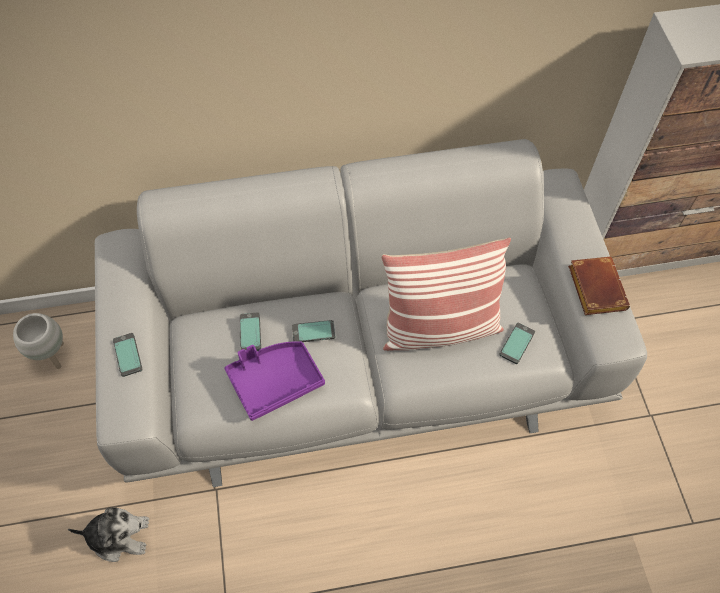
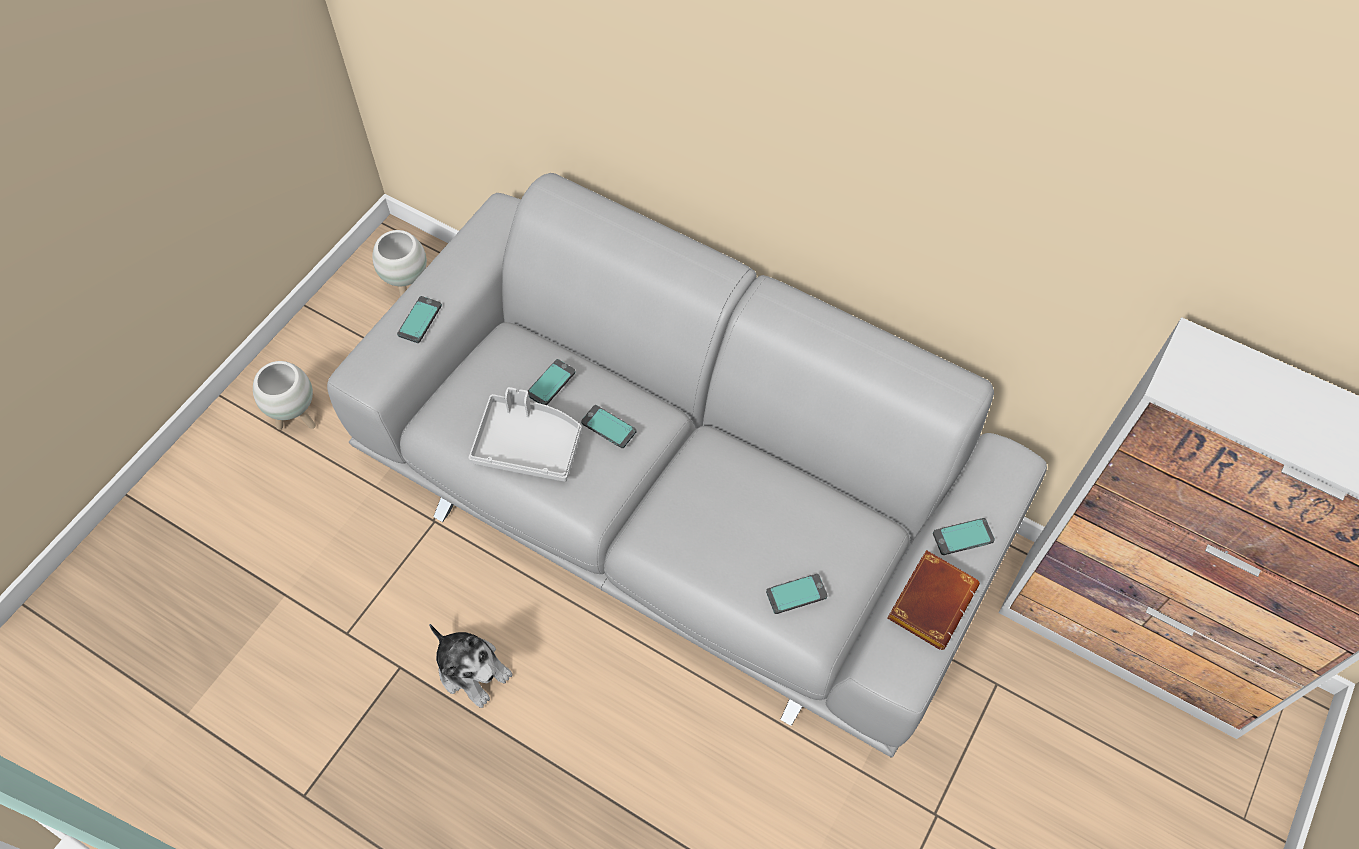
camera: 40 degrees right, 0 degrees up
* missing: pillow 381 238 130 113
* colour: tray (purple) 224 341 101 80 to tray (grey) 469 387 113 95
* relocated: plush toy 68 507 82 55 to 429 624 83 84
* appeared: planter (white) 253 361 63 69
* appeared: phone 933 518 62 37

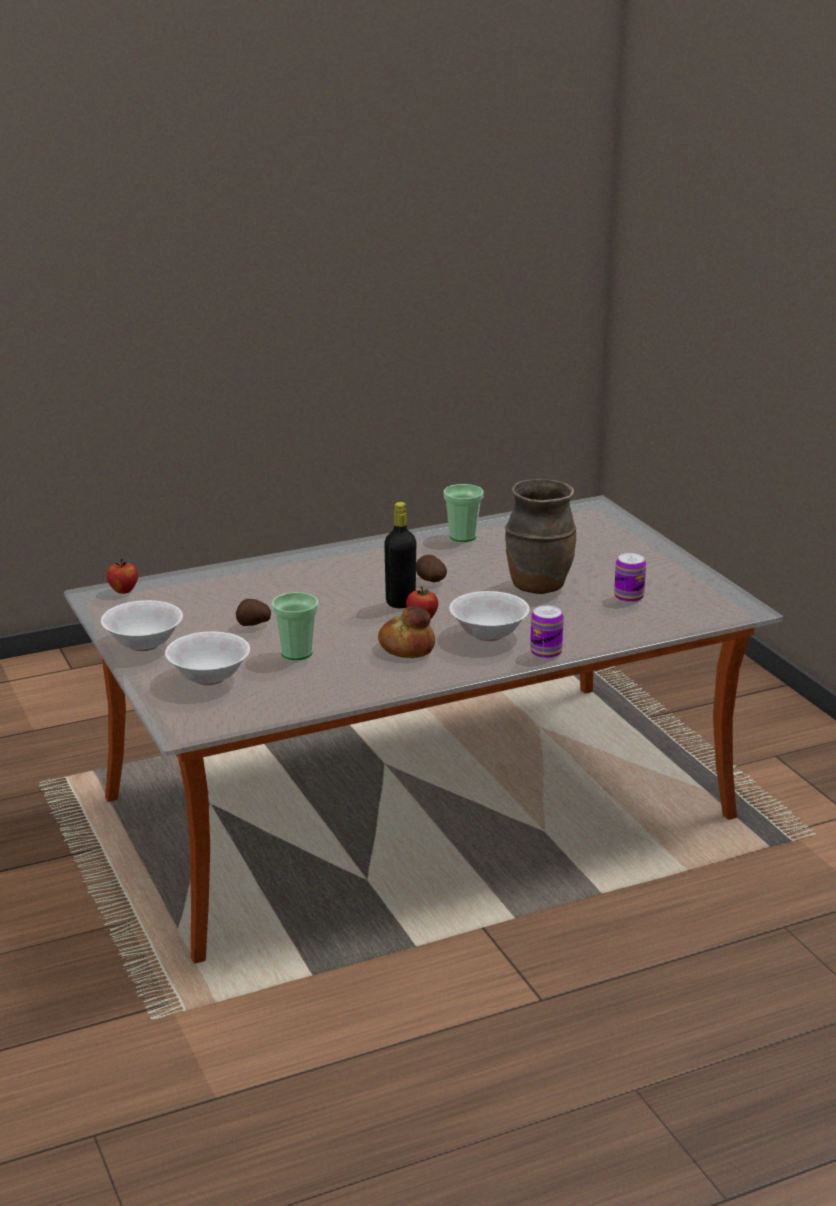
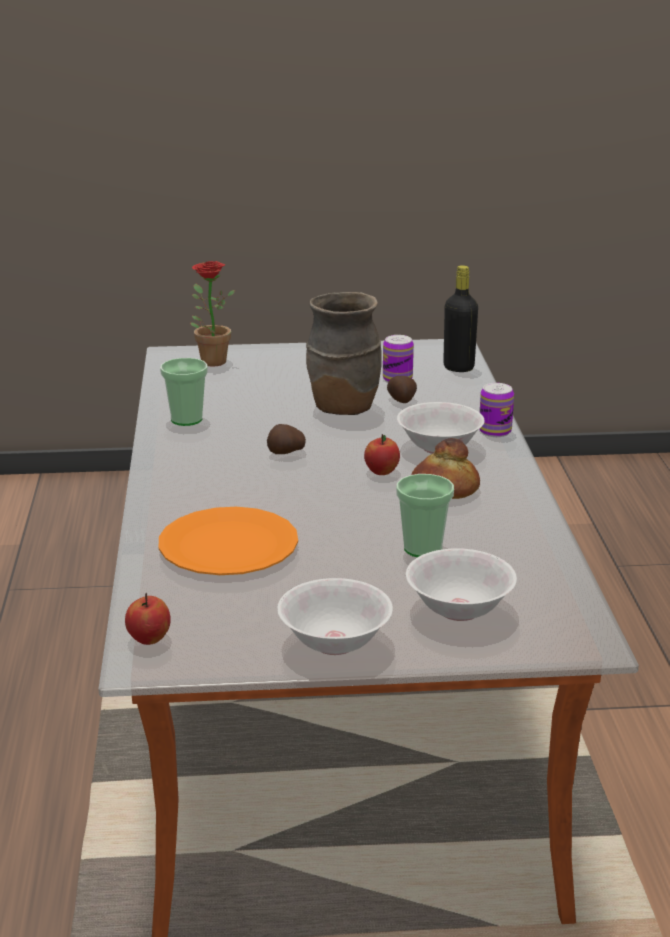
camera: 70 degrees left, 0 degrees up
* relocated: bottle (black) 384 502 32 106 to 443 265 35 107
* relocated: potato 236 599 35 27 to 387 376 30 27
* appeared: potted plant 190 261 45 105
* appeared: plate (orange) 159 507 139 68

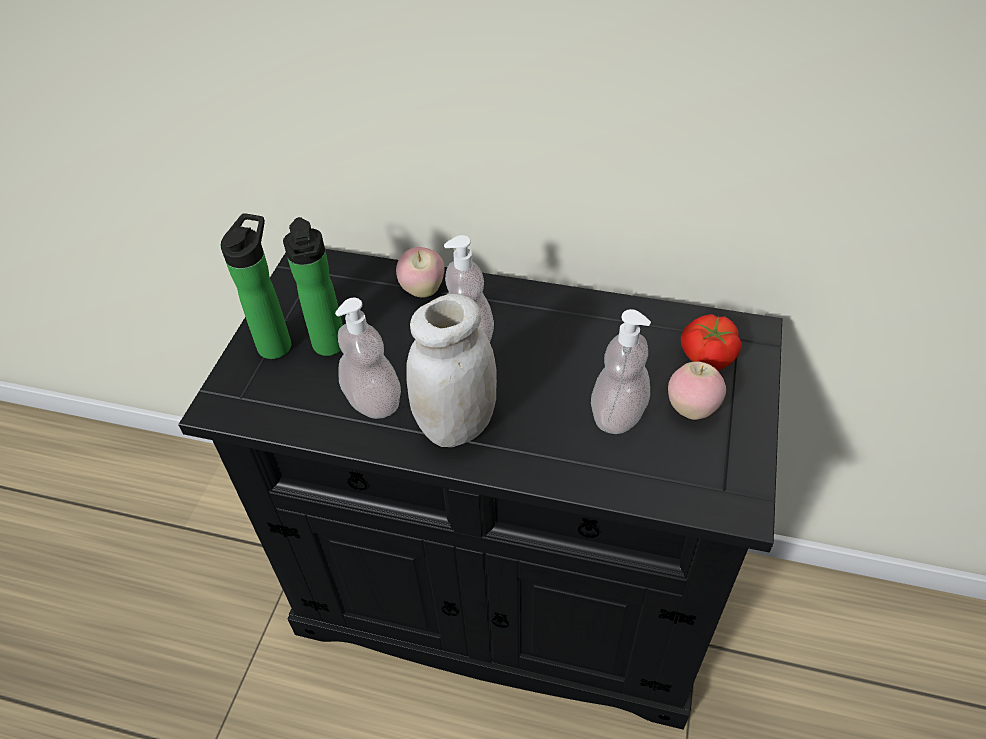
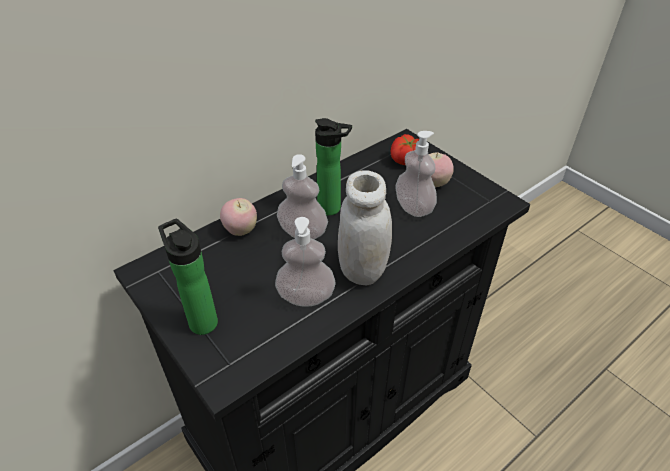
camera: 55 degrees left, 5 degrees down
* relocated: bottle 283 217 60 139 to 315 118 37 98

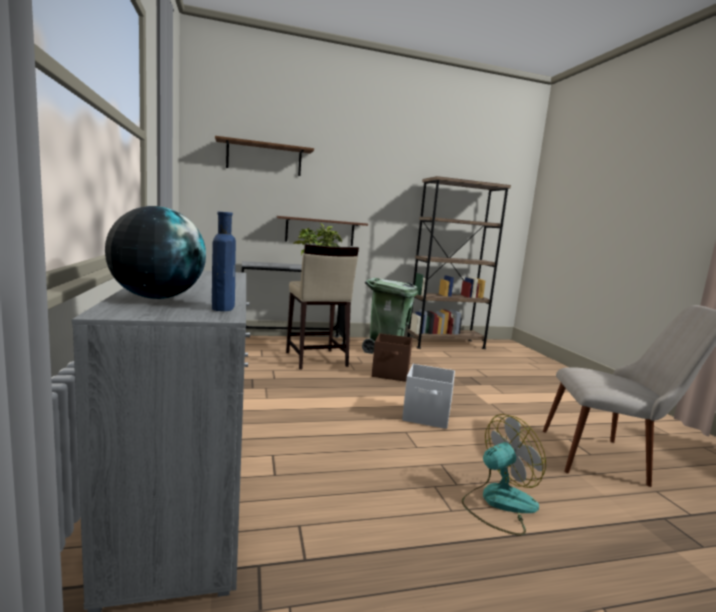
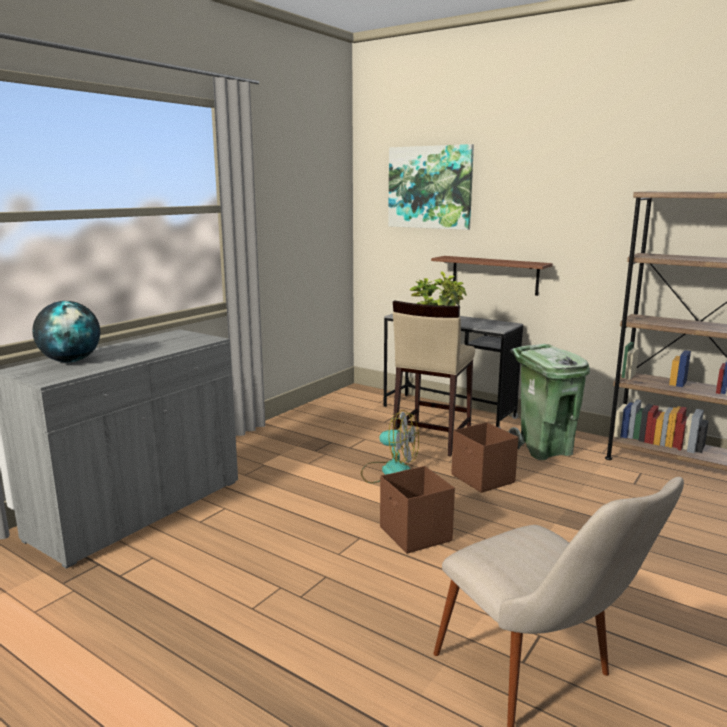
camera: 50 degrees right, 5 degrees up
* exchanged: shelf (brown) 215 136 99 40 to picture 388 144 86 86
* missing: bottle (blue) 212 212 24 99
* colour: storage box (white) 402 364 53 65 to storage box (brown) 380 466 75 88
* relocated: fan 462 414 84 122 to 361 410 58 73

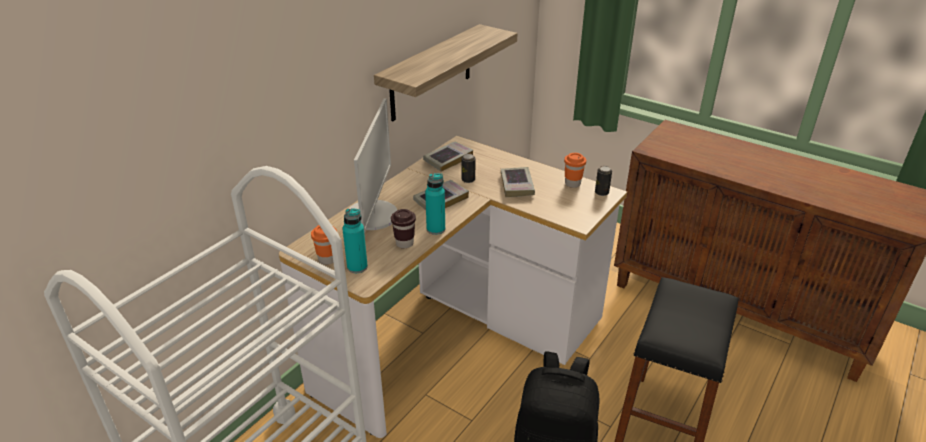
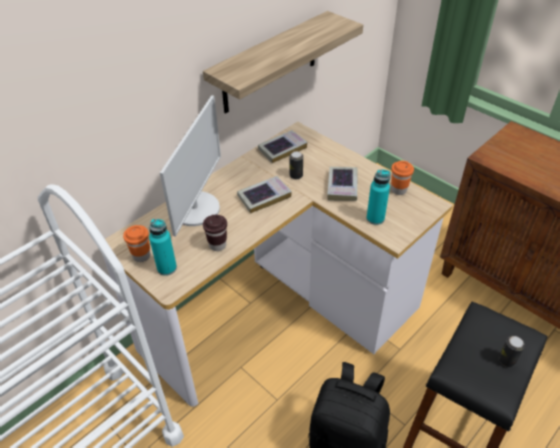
camera: 10 degrees right, 10 degrees up
* relocated: can 595 166 17 30 to 499 336 26 31
* relocated: bottle (turquoise) 425 173 20 62 to 367 169 24 56

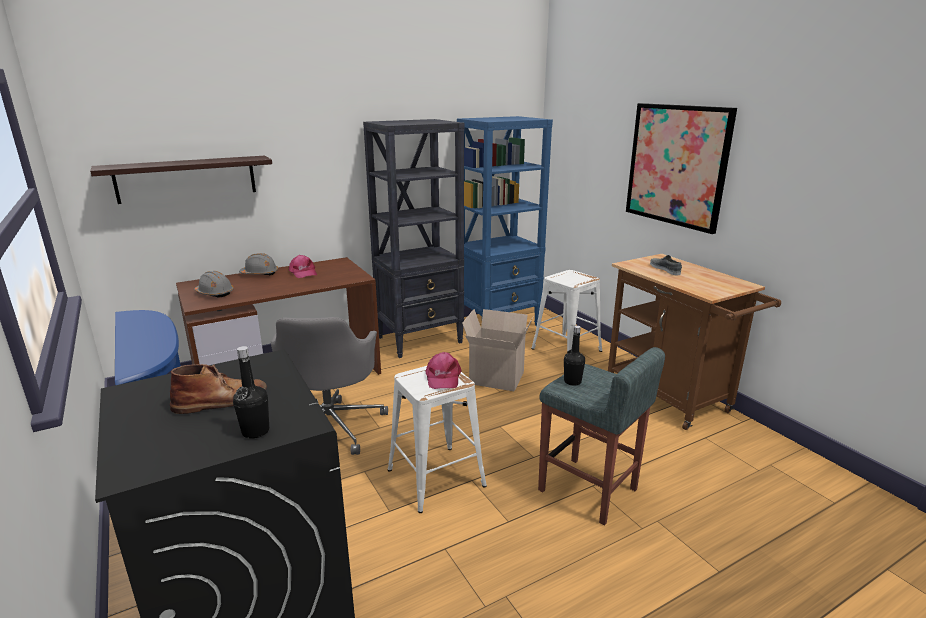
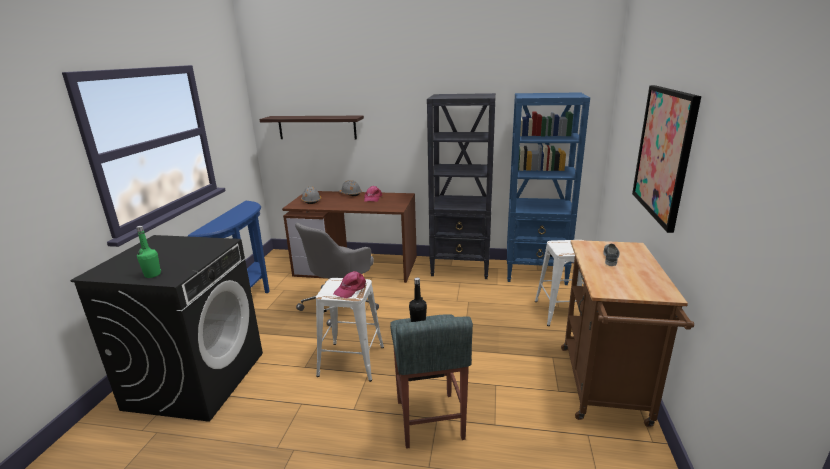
camera: 40 degrees right, 0 degrees up
* missing: cardboard box 462 309 71 82
* colour: bottle (black) 233 346 36 93 to bottle (green) 136 226 25 52
* missing: boot (brown) 170 364 97 50

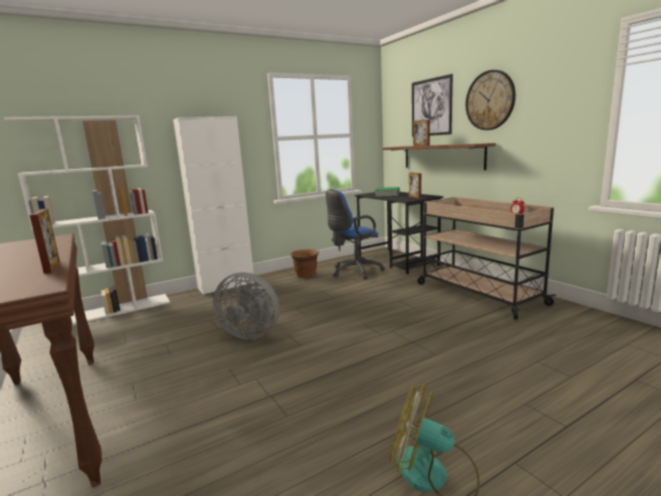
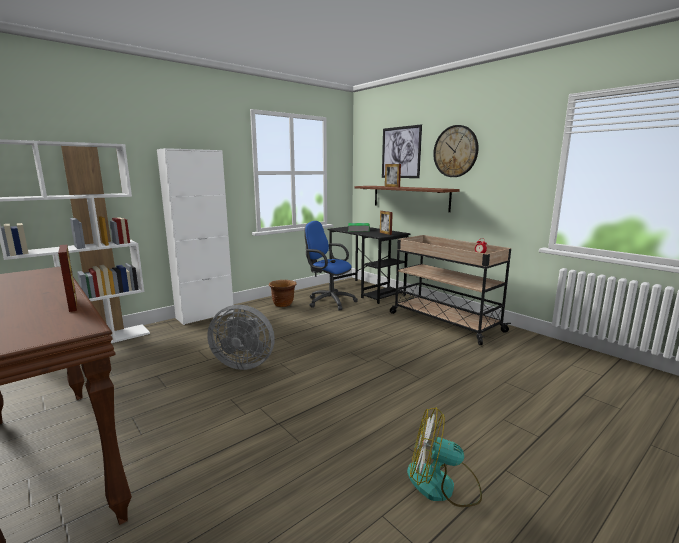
camera: 10 degrees left, 0 degrees up
* spun: office chair (blue) 326 189 59 90 = 304 221 54 89 75 degrees clockwise

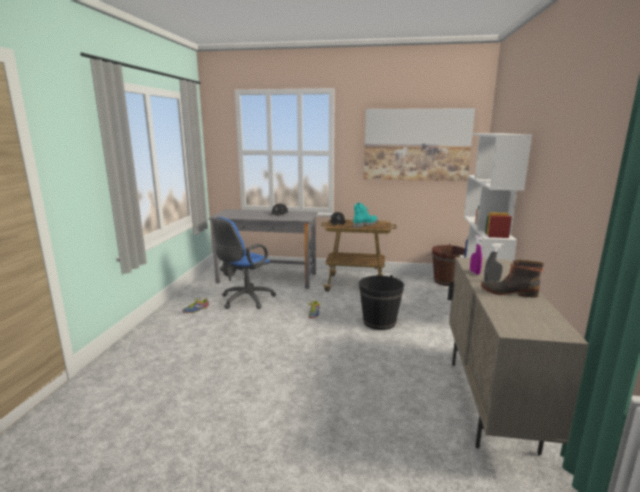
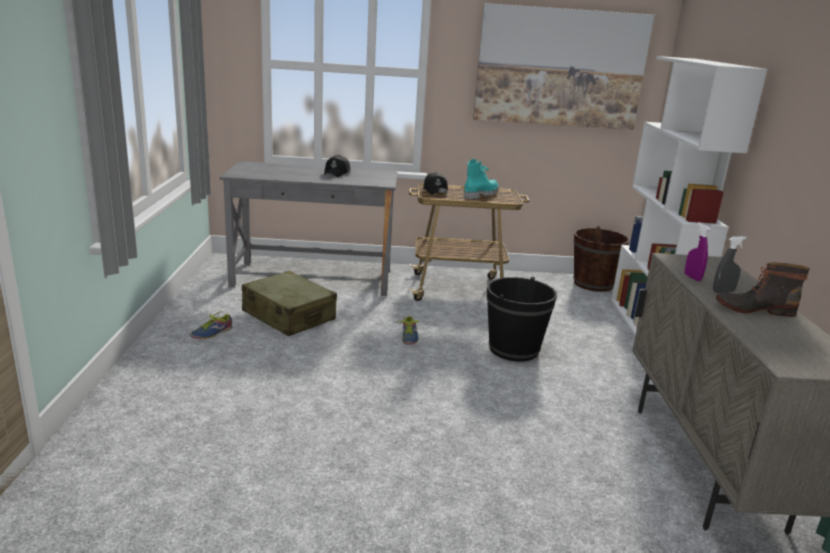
camera: 10 degrees left, 5 degrees up
* exchanged: office chair (blue) 213 217 63 92 to suitcase (beige) 242 271 95 65

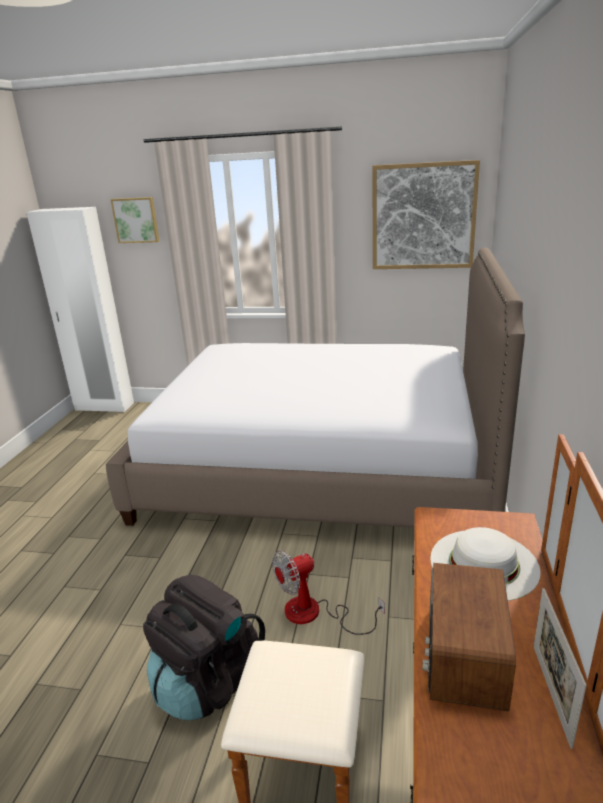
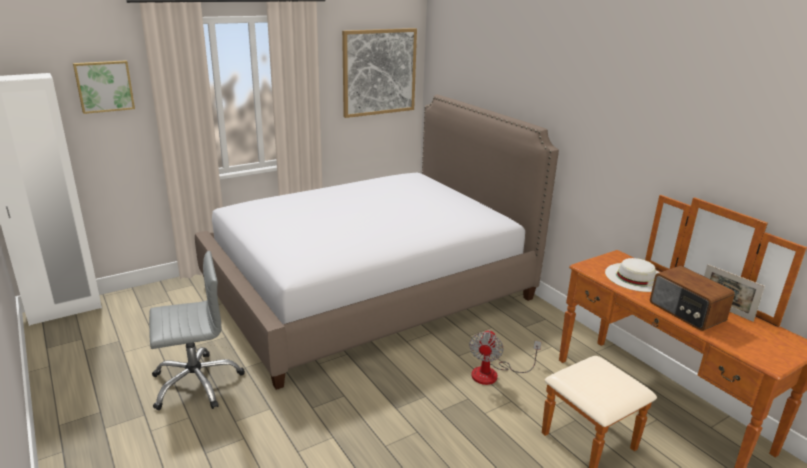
camera: 45 degrees left, 0 degrees up
* missing: backpack (black) 143 575 122 145
* appeared: office chair (grey) 149 251 96 159

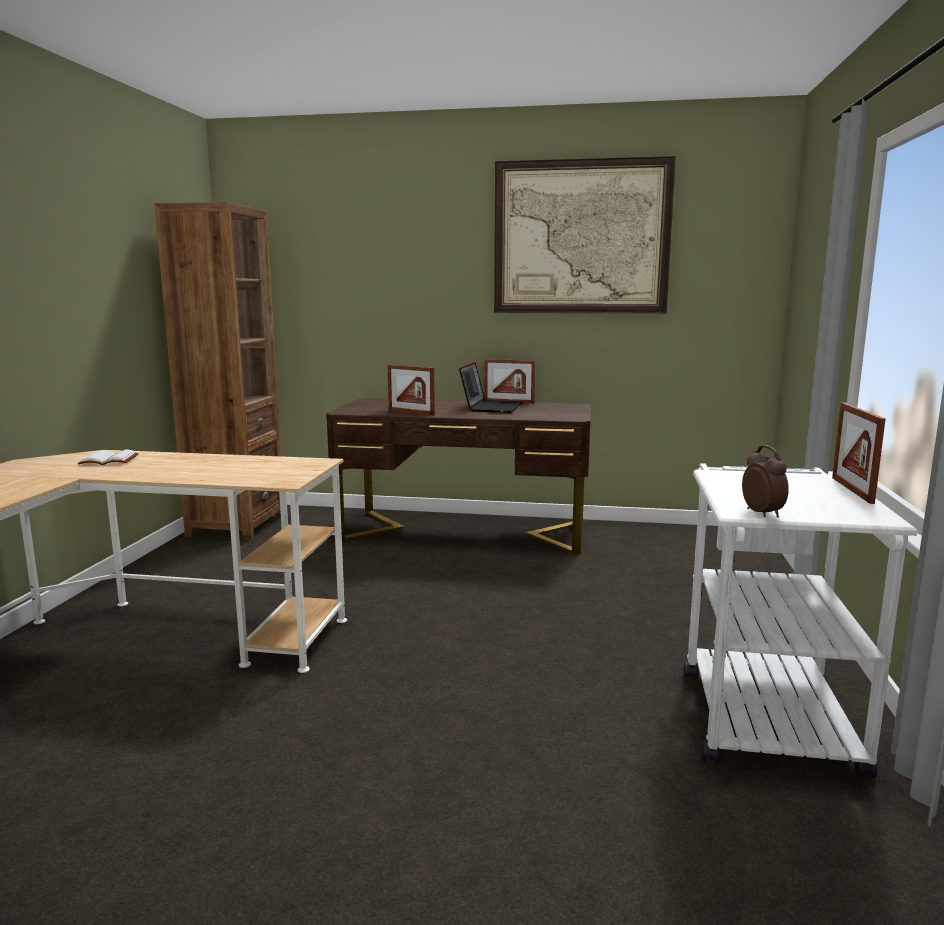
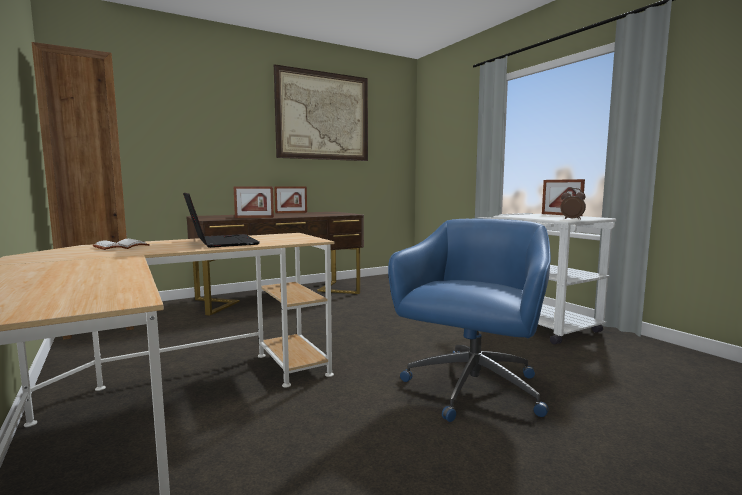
camera: 40 degrees left, 5 degrees down
* relocated: laptop 459 362 64 51 to 183 193 77 55
* appeared: office chair (blue) 388 219 163 203

